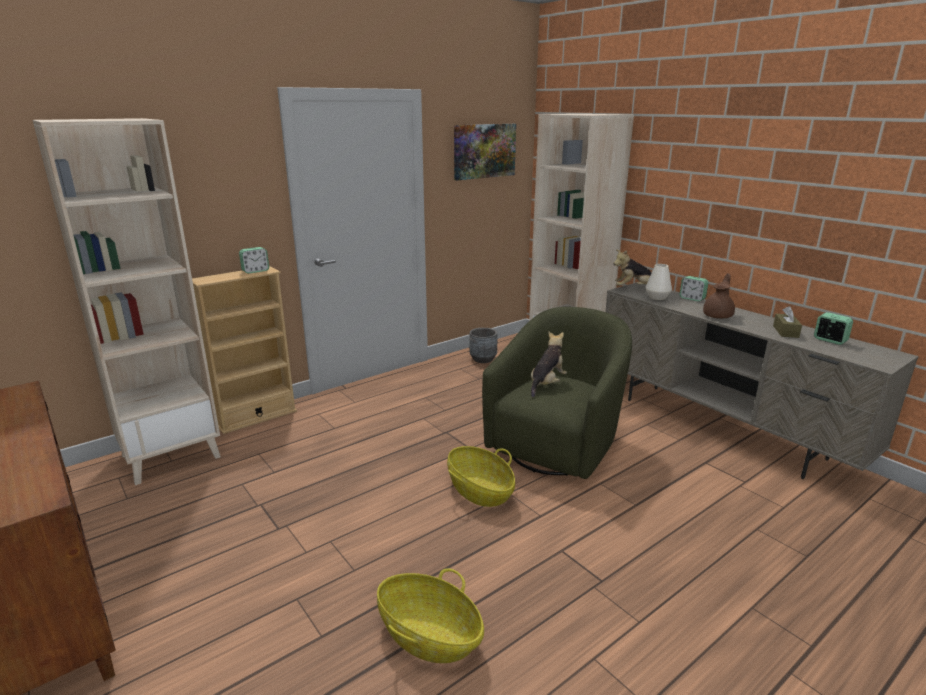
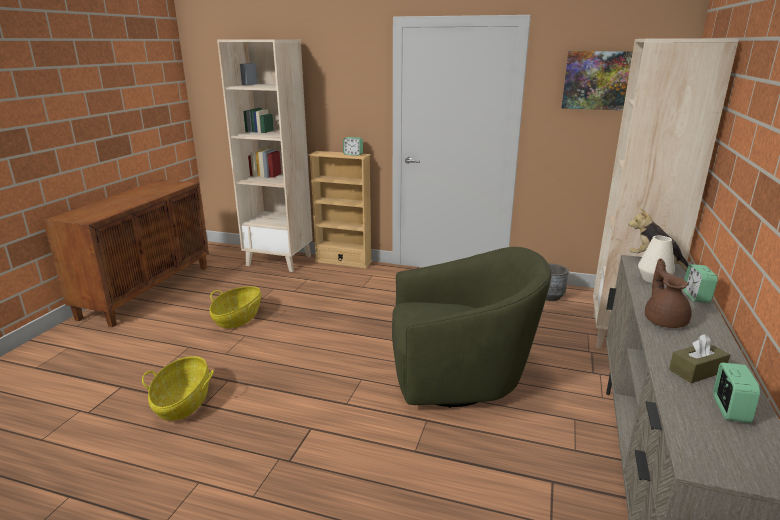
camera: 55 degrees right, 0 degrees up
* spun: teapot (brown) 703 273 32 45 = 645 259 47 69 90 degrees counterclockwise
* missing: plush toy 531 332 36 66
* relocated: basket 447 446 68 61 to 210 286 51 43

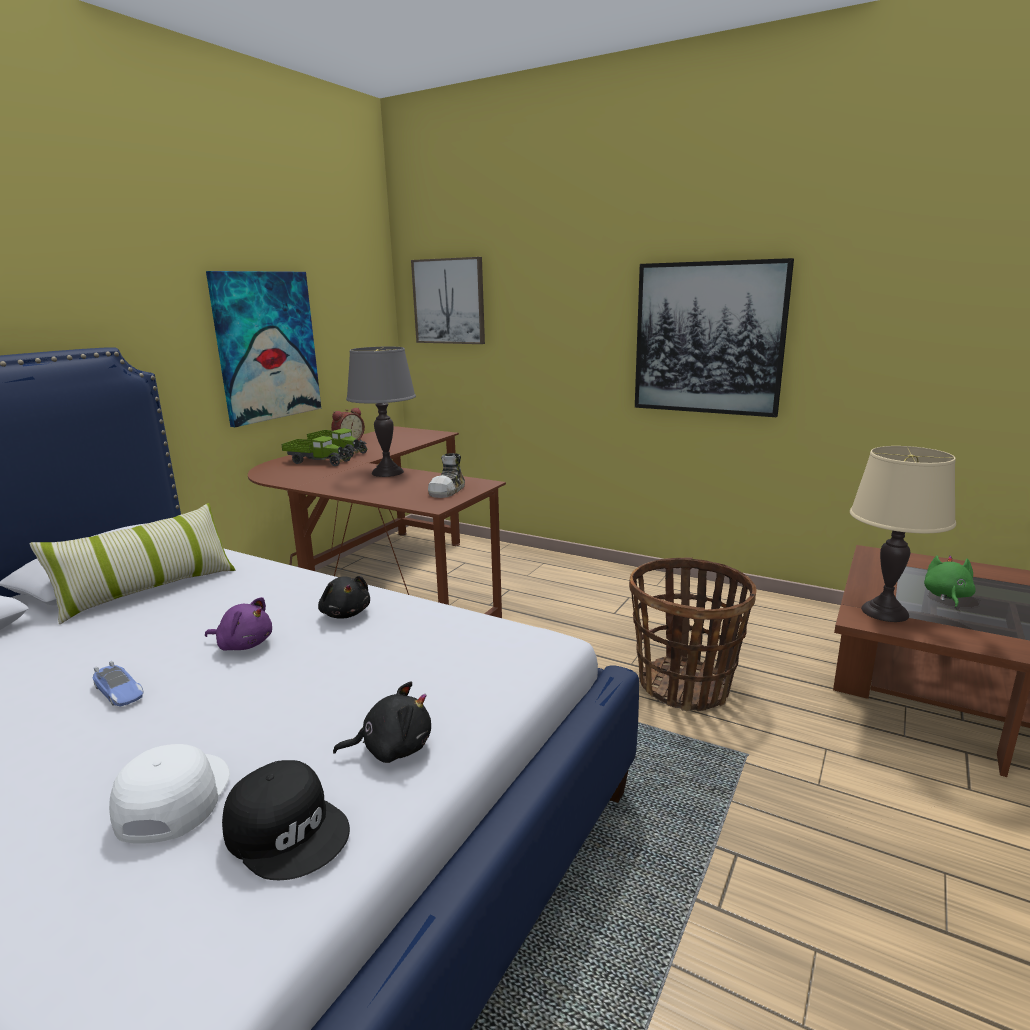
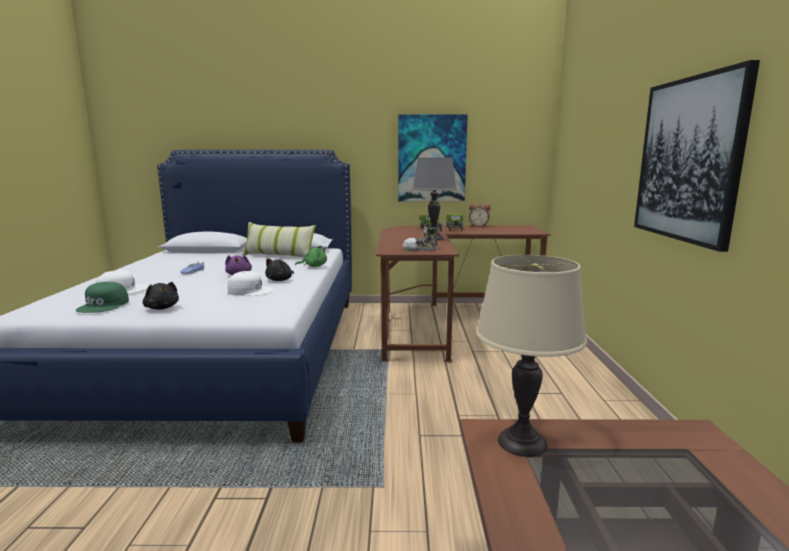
camera: 60 degrees right, 5 degrees down
* missing: picture 411 257 74 87
* relocated: plush toy (green) 924 555 52 53 to 295 246 32 21
* missing: basket 629 558 127 153
* colour: cap (black) 222 760 128 120 to cap (green) 76 282 53 31
* appeared: cap (white) 227 271 47 25

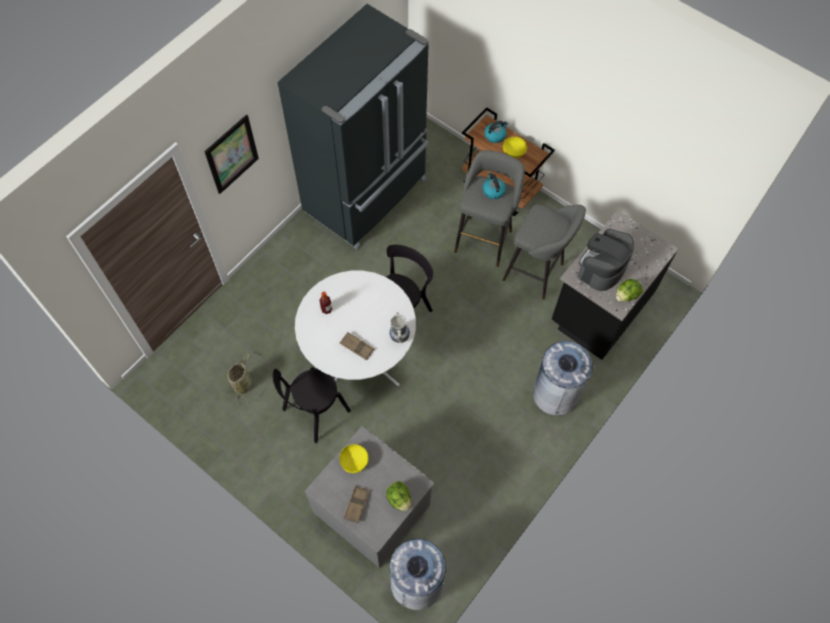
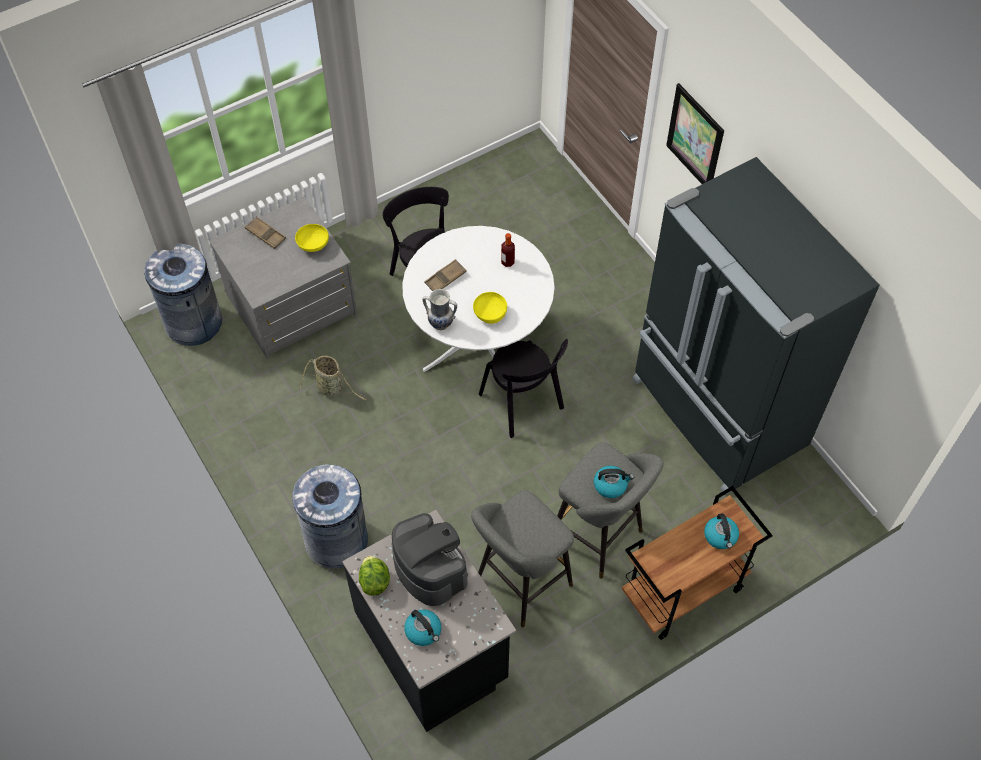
camera: 110 degrees right, 5 degrees down
* relocated: bowl (yellow) 503 137 24 21 to 473 292 34 32
* relocated: basket 227 353 25 52 to 300 356 67 44
* missing: lettuce 386 481 25 30
* appeared: kettle 404 610 37 36

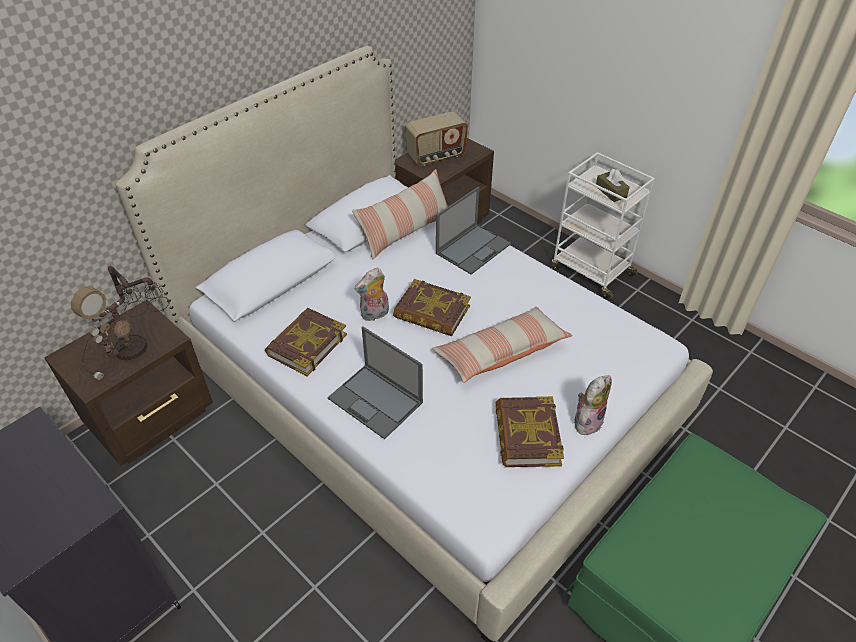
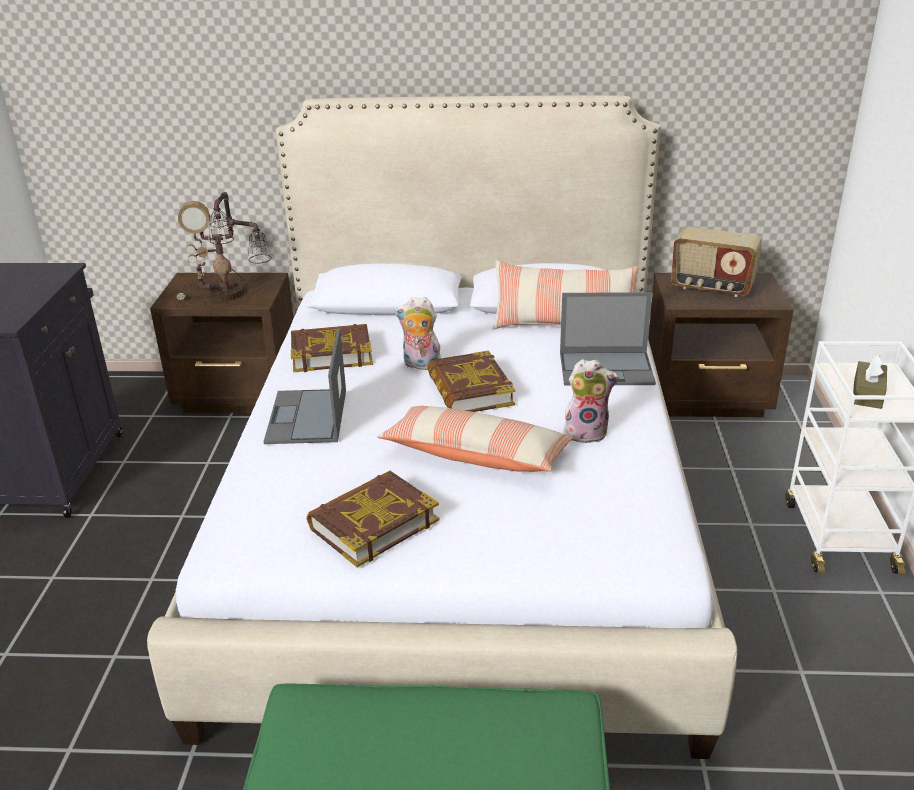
camera: 50 degrees right, 15 degrees down
* relocated: plush toy 574 375 38 61 to 563 359 56 84

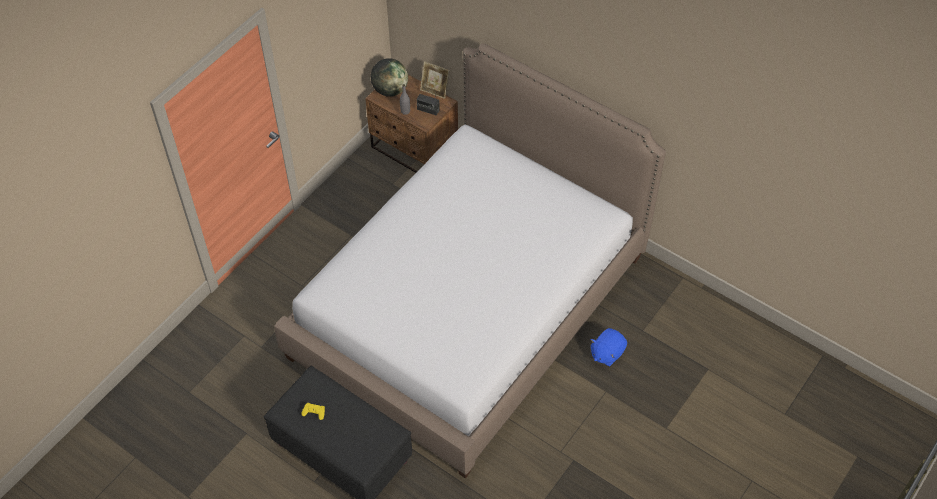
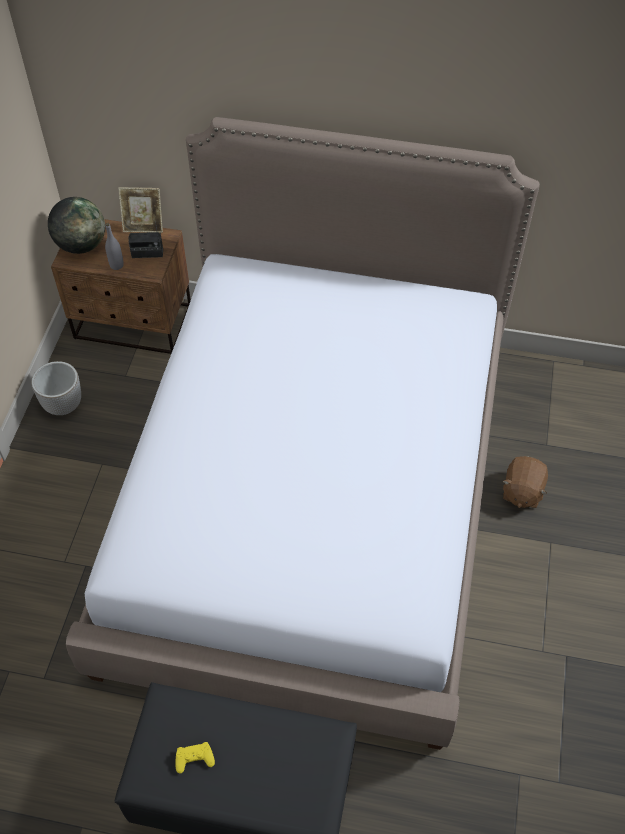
camera: 25 degrees left, 0 degrees up
* colour: plush toy (blue) 590 328 37 39 to plush toy (brown) 503 456 45 52
* appeared: planter 31 361 50 54

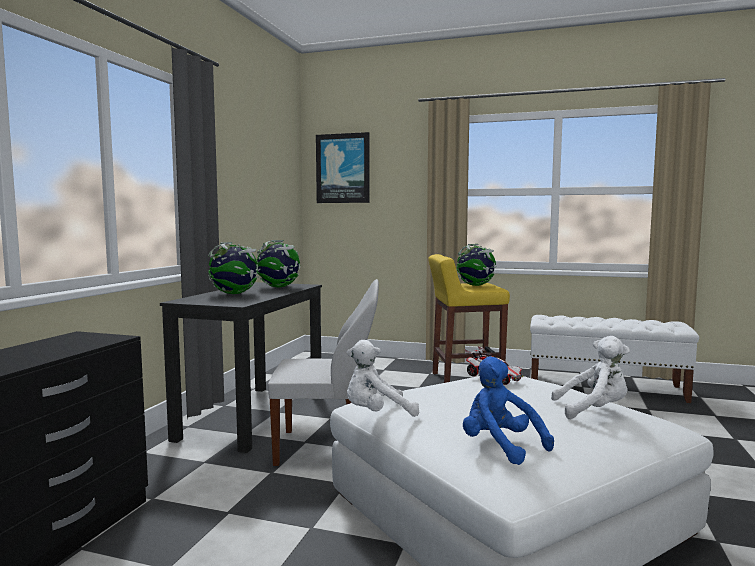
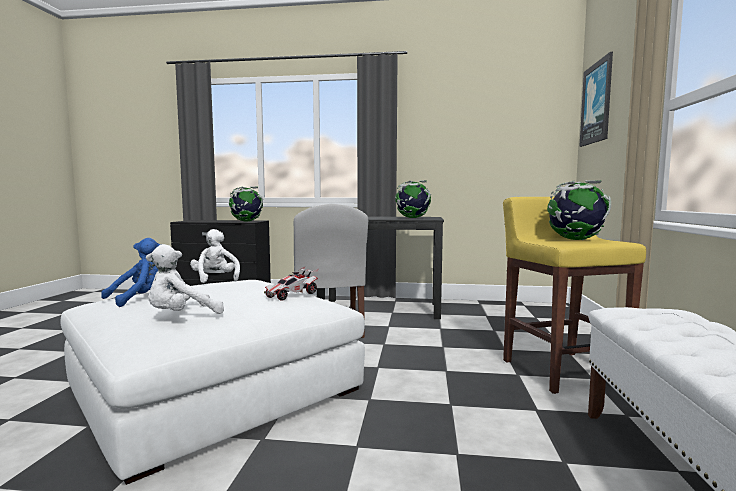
camera: 80 degrees right, 0 degrees up
* relocated: globe 208 242 53 52 to 229 187 34 35
* spun: plush toy (white) 551 336 79 83 = 146 244 78 70 60 degrees clockwise

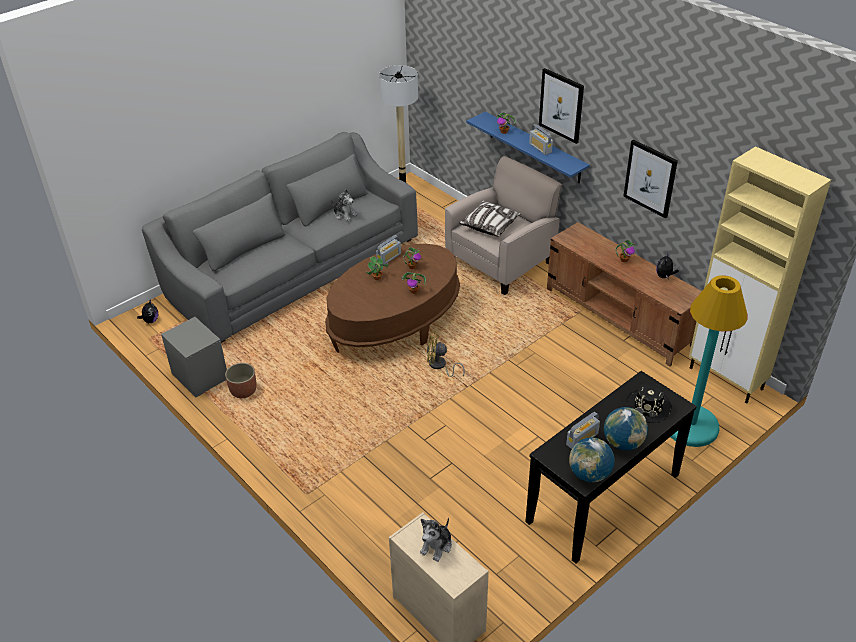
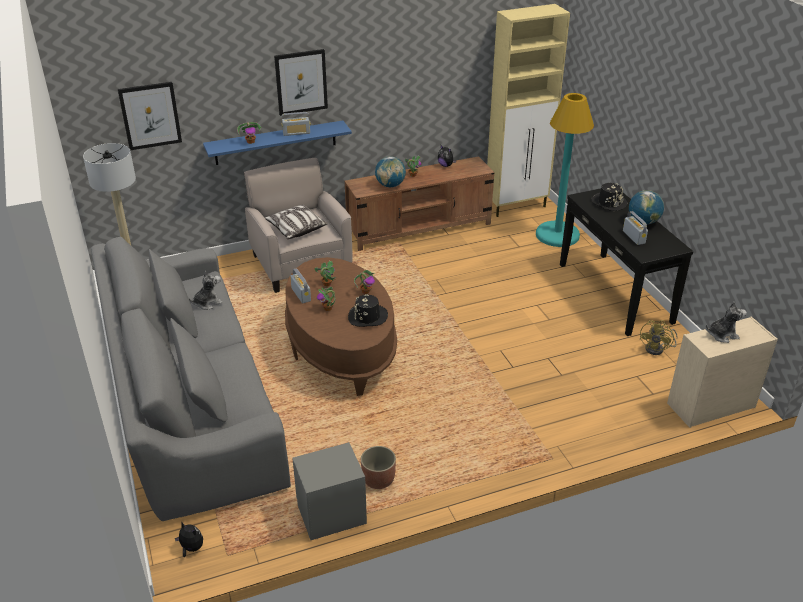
camera: 70 degrees left, 5 degrees down
* relocated: picture 623 140 55 78 to 118 82 64 68
* relocated: fan (yellow) 427 332 38 45 to 639 320 38 35
* relocated: globe 569 438 45 45 to 375 156 31 31
* spun: plush toy 420 518 32 44 = 706 302 41 41 60 degrees counterclockwise
* appeared: hat (black) 348 294 40 33

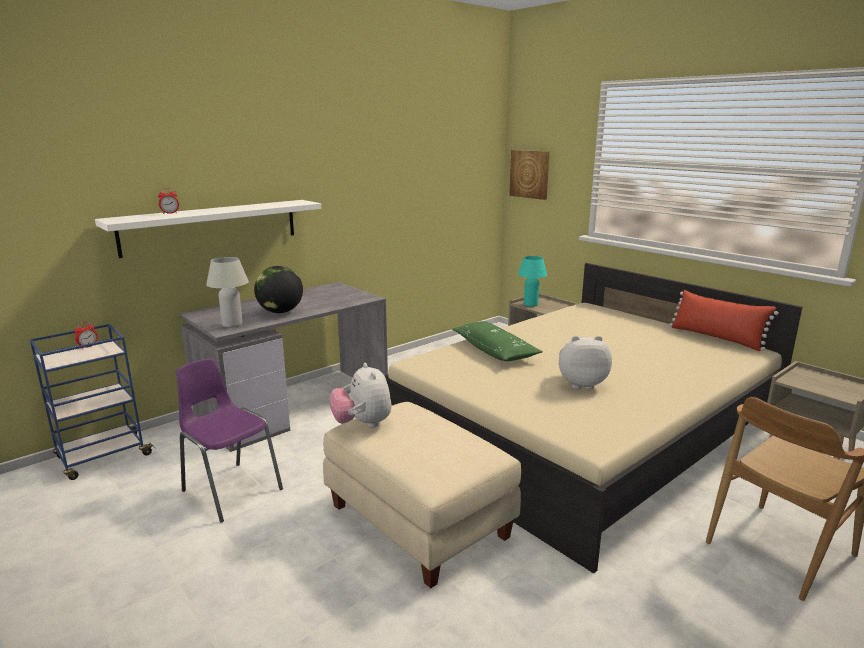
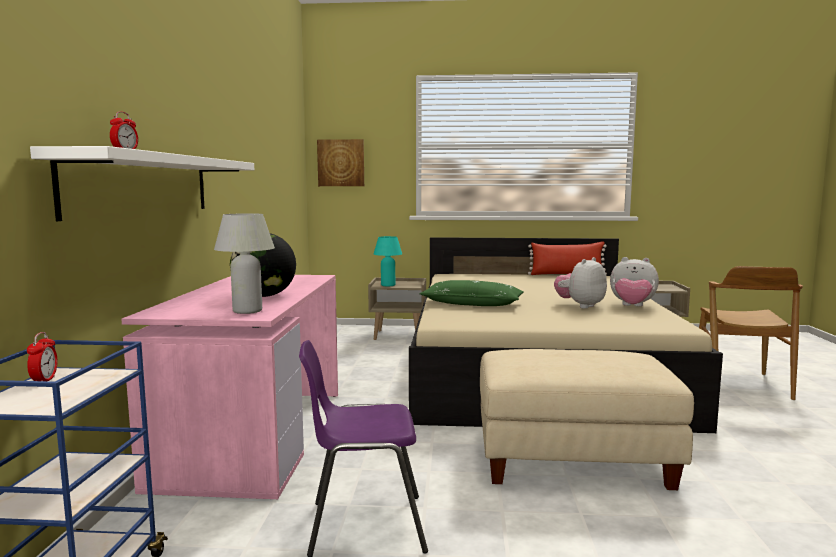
camera: 45 degrees left, 10 degrees down
* colour: desk (grey) 179 282 209 170 to desk (pink) 121 275 217 224
* relocated: plush toy 330 363 61 65 to 610 257 49 49

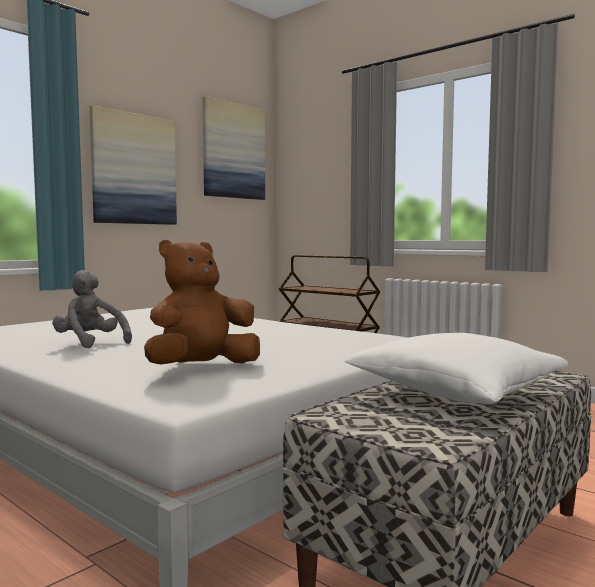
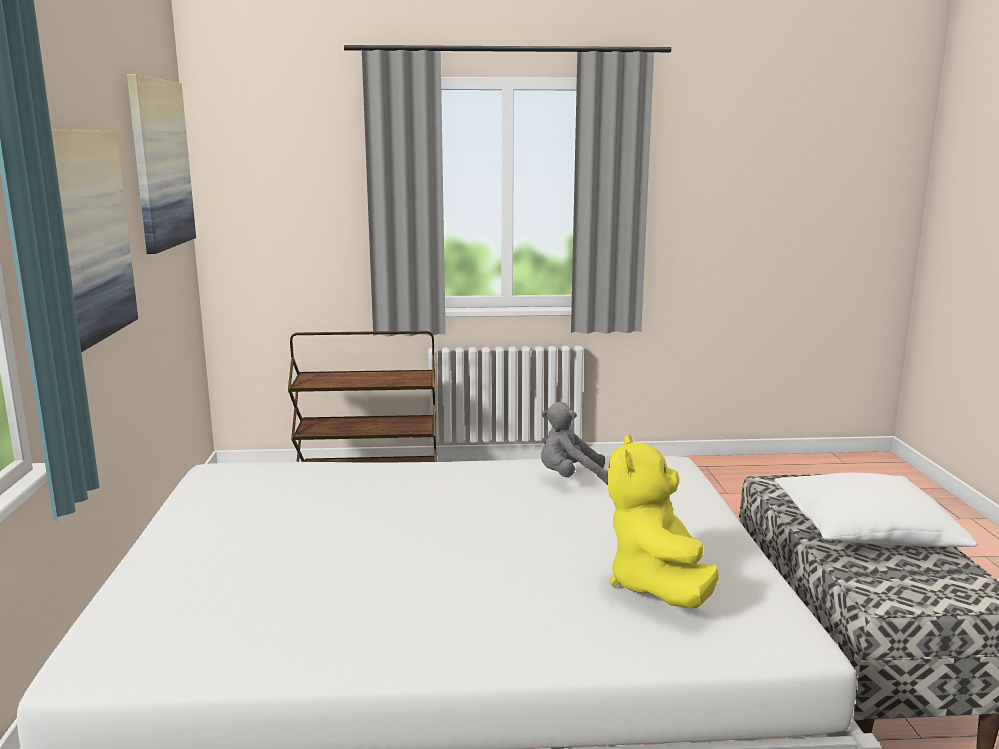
camera: 45 degrees left, 10 degrees up
* colour: plush toy (brown) 144 240 116 124 to plush toy (yellow) 608 434 111 175
* relocated: plush toy (grey) 52 270 80 78 to 541 402 67 83

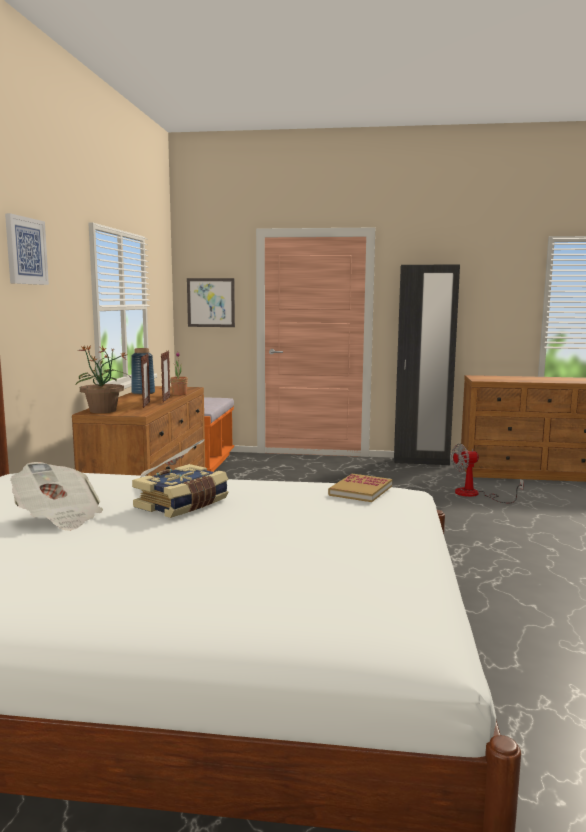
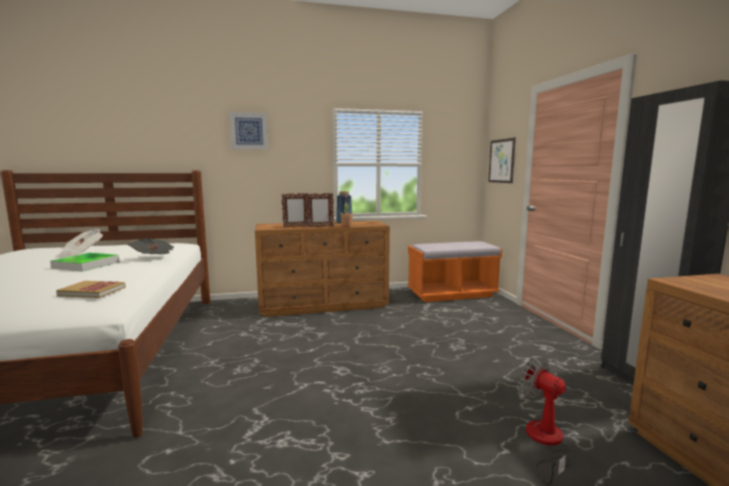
camera: 70 degrees right, 0 degrees up
* missing: potted plant 76 345 55 68
* exchanged: book 132 464 96 54 to tray 50 253 70 19

